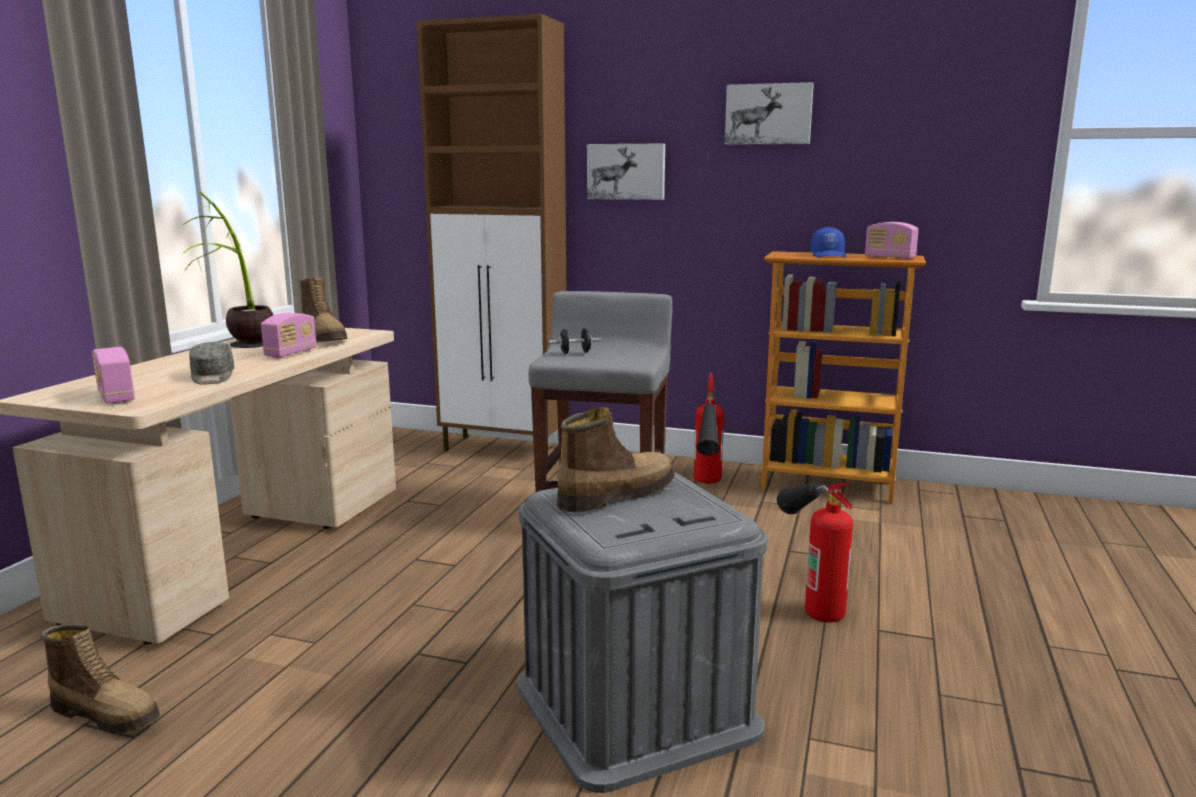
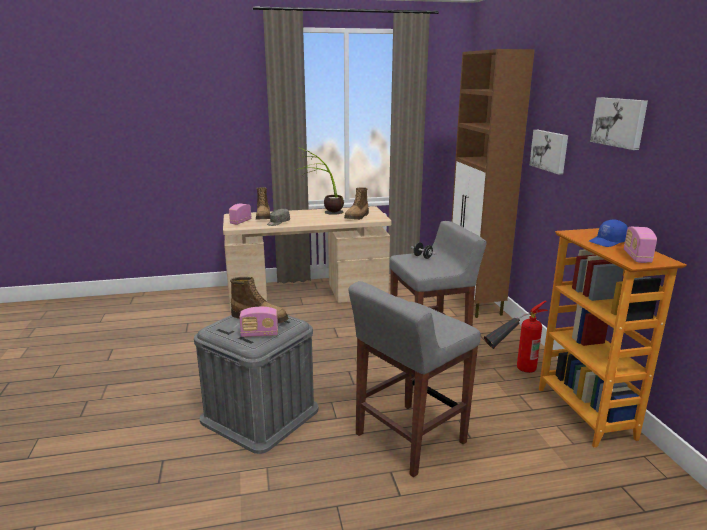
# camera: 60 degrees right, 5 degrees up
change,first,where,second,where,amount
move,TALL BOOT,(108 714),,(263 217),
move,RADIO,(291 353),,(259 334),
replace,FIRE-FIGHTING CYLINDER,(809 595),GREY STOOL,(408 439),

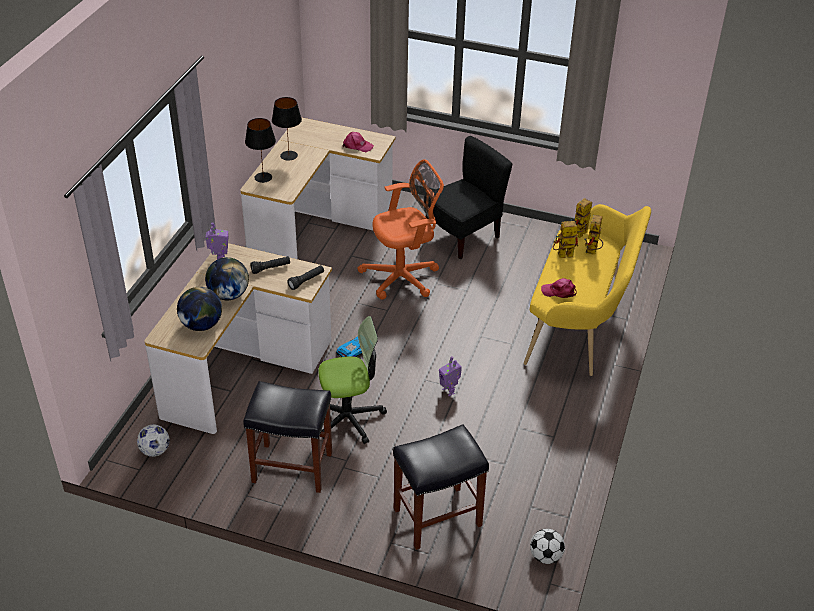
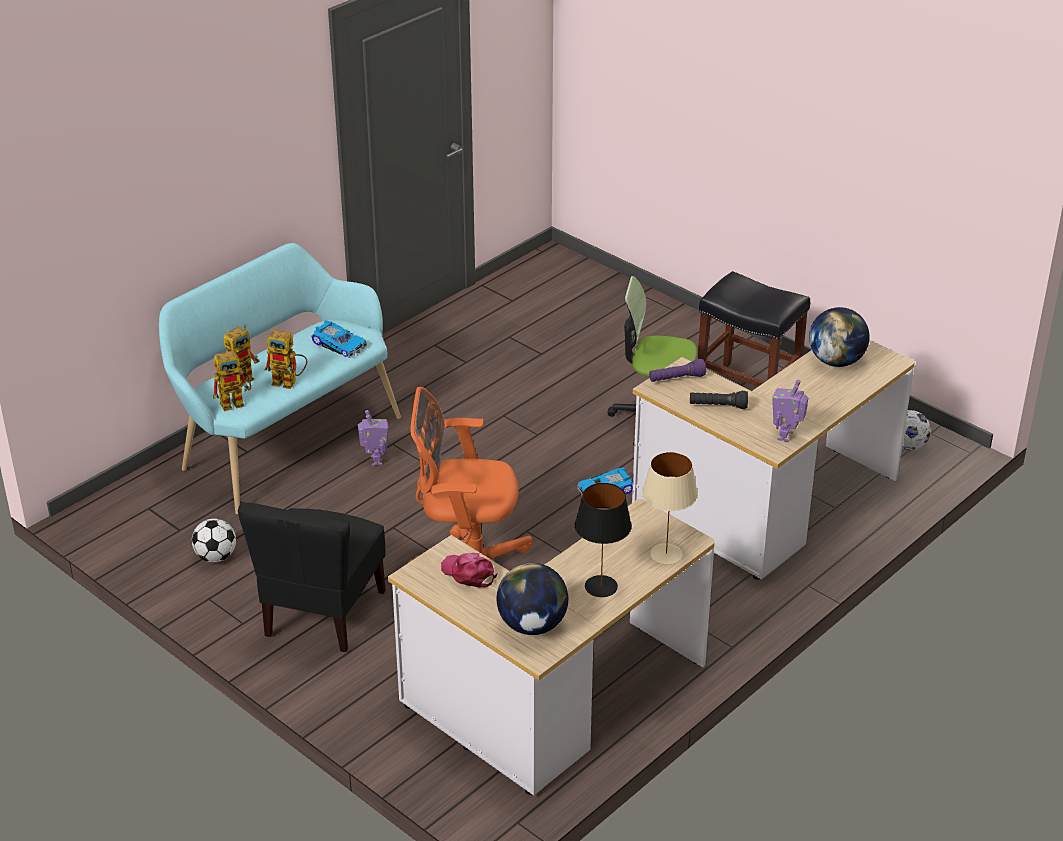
# camera: 155 degrees left, 5 degrees down
change,first,where,second,where,amount
move,DESK GLOBE,(228 295),,(532 625),
recolor,BLACK-COLOURED TABLE LAMP,(263 177),BEIGE TABLE LAMP,(666 554),
recolor,BLACK-COLOURED HAND TORCH,(306 281),PURPLE-COLOURED HAND TORCH,(676 379),
delete,BLACK-COLOURED STOOL,(438 516),,,
rotate,BLACK-COLOURED PLAIN CHAIR,(463 236),,(323 614),60 degrees counterclockwise
move,TOY ROBOT,(449 391),,(375 460),
recolor,YELLOWISH LONG SEAT,(580 325),TURQUOISE LONG SEAT,(284 441),
move,BALL FOR FOOTBALL,(545 556),,(216 557),
replace,PINK CAP,(559 291),MODEL CAR,(340 344),

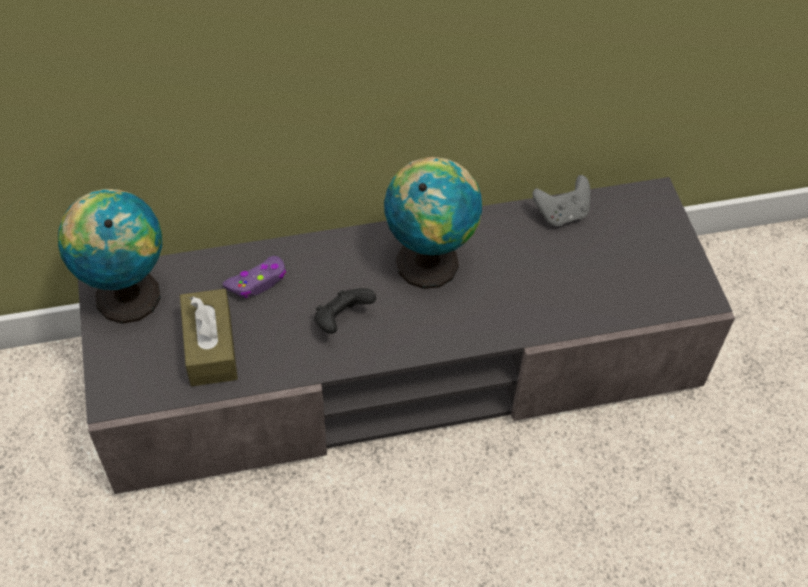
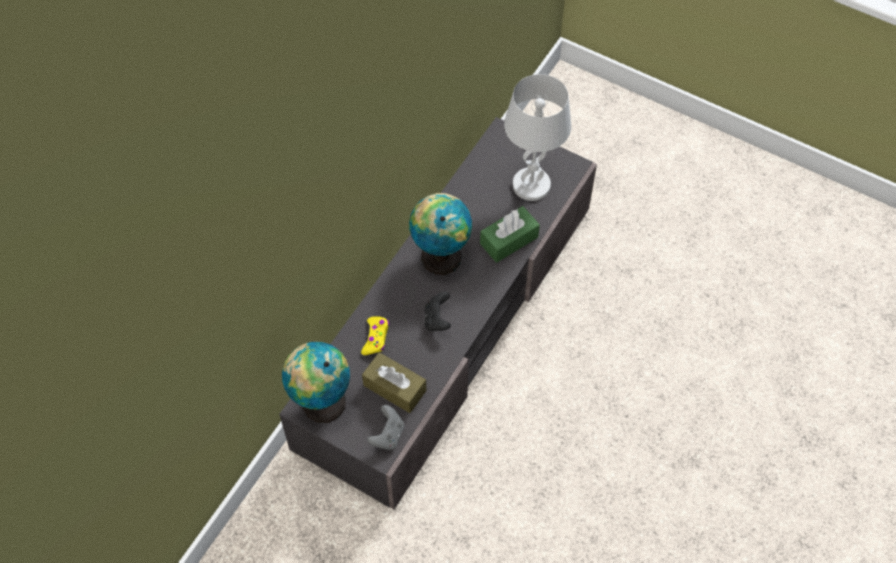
# camera: 45 degrees left, 5 degrees up
change,first,where,second,where,amount
recolor,PURPLE-COLOURED GAME CONTROLLER,(258 282),YELLOWISH GAME CONTROLLER,(376 338),
move,GREY GAME CONTROLLER,(561 214),,(387 435),
insert,,,GREENISH TISSUE BOX,(509 240),
insert,,,WHITE-COLOURED TABLE LAMP,(531 185),

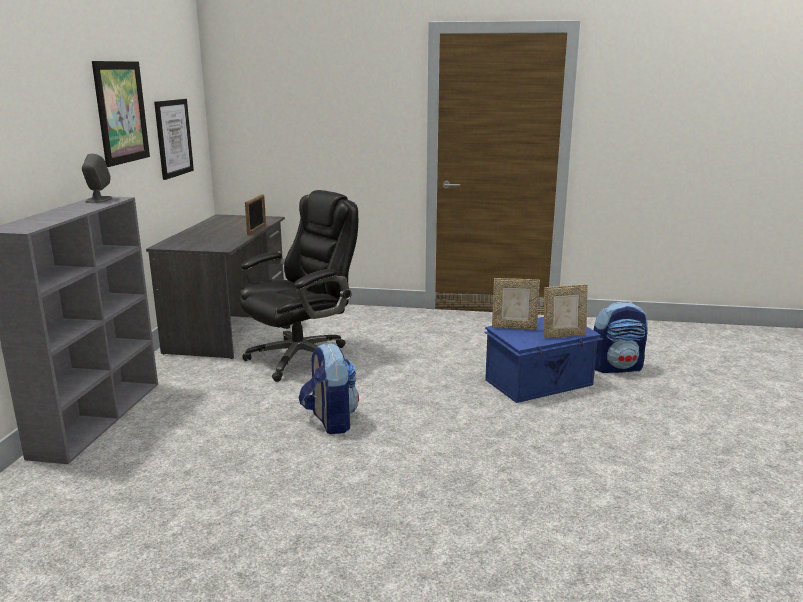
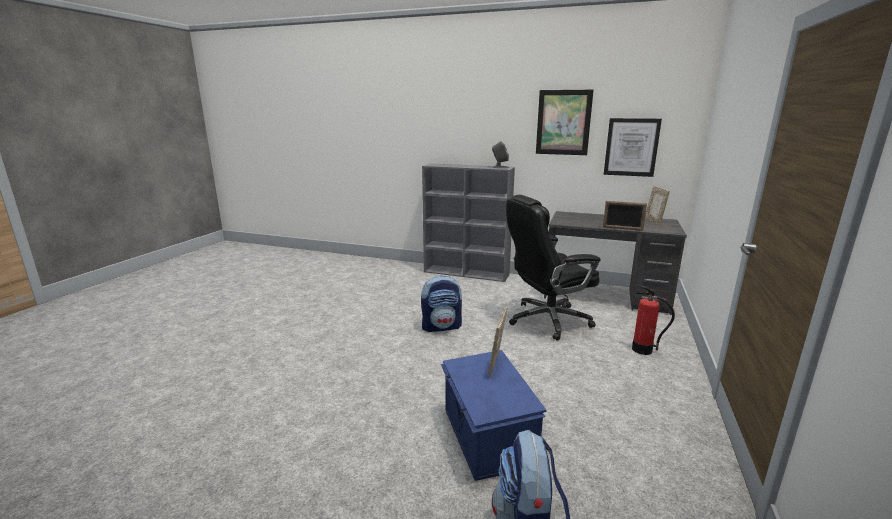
# camera: 100 degrees right, 0 degrees up
change,first,where,second,where,amount
rotate,BLACK-COLOURED COMPUTER CHAIR,(302 358),,(547 320),105 degrees clockwise
move,PHOTO FRAME,(563 335),,(654 221),
insert,,,FIRE-FIGHTING CYLINDER,(642 350),

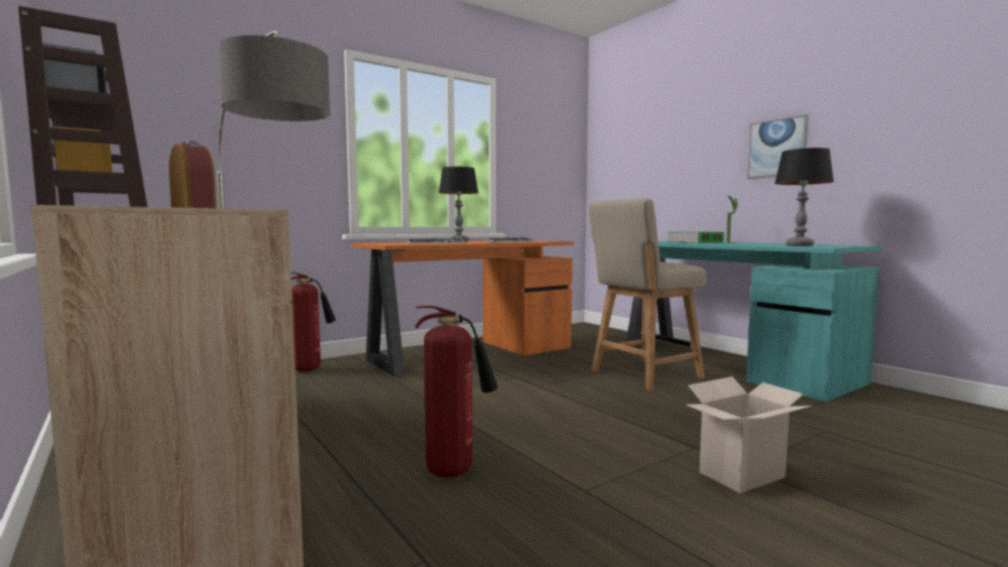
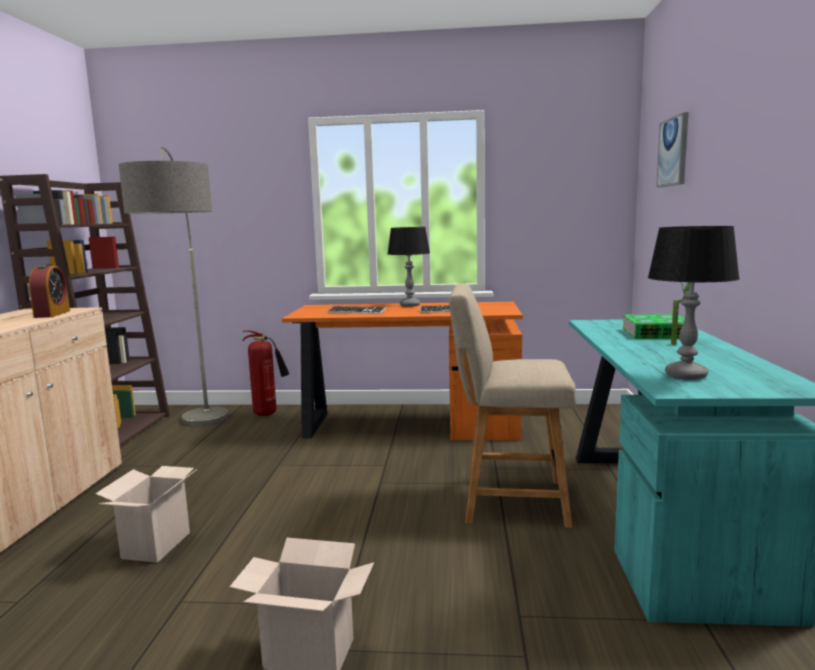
# camera: 40 degrees right, 5 degrees up
change,first,where,second,where,amount
replace,FIRE-FIGHTING CYLINDER,(454 471),PACKING BOX,(156 544),
move,WALL PICTURE,(777 148),,(673 152),

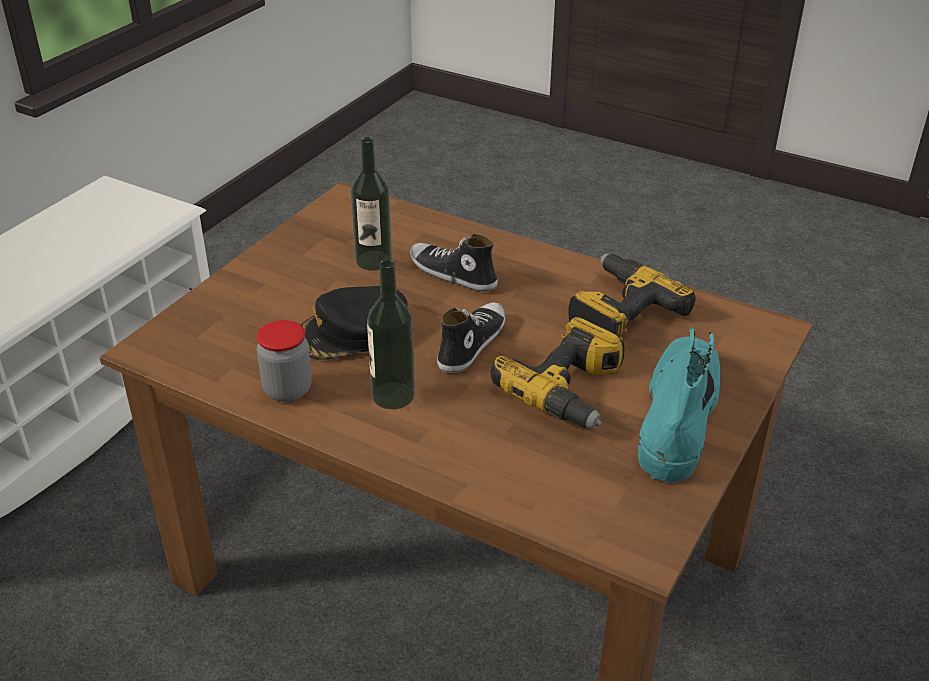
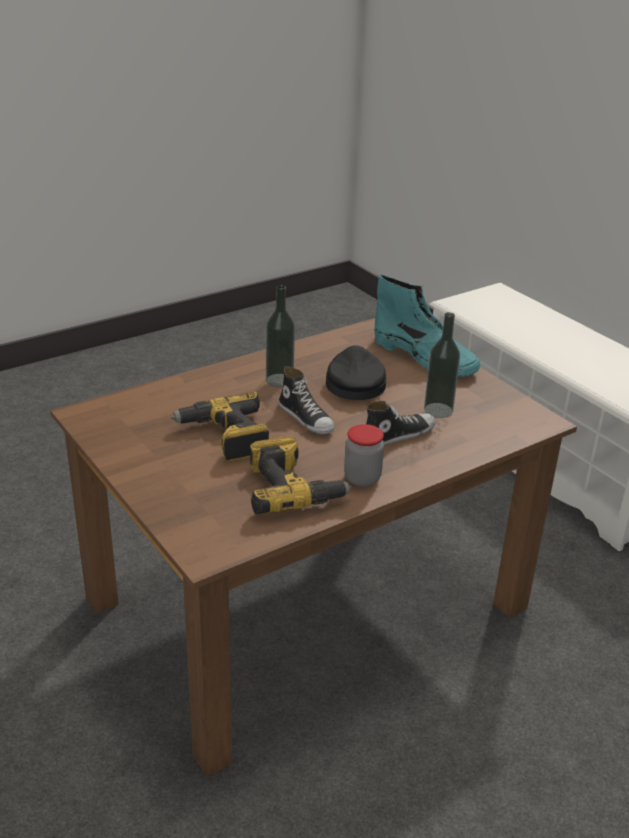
# camera: 115 degrees right, 5 degrees down
change,first,where,second,where,amount
move,PRESERVE JAR,(287 390),,(362 478),
move,TURQUOISE TALL BOOT,(678 414),,(425 358),

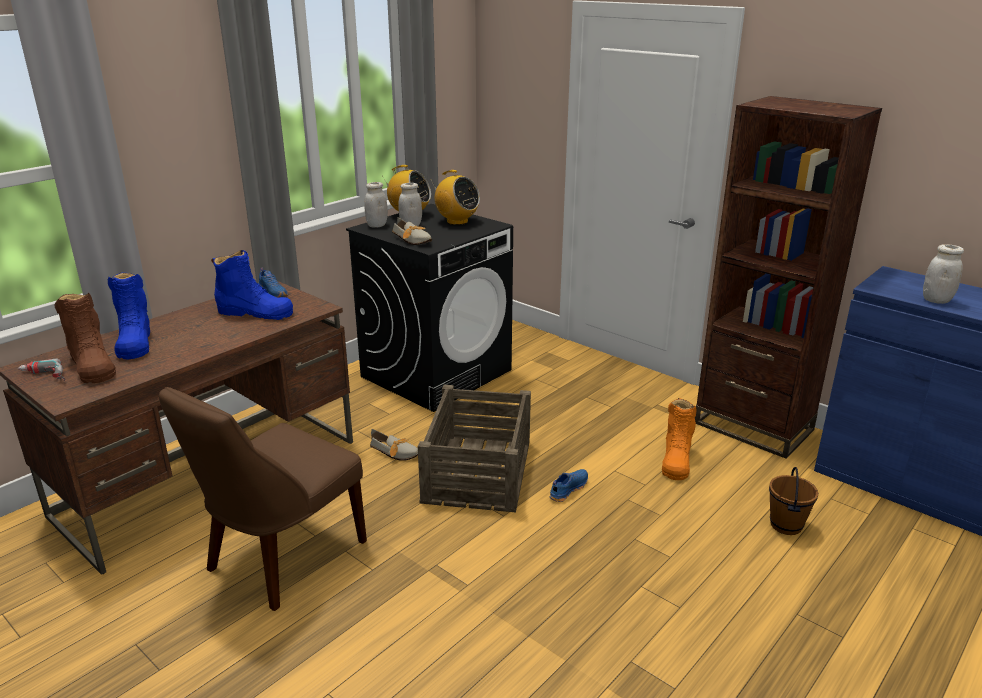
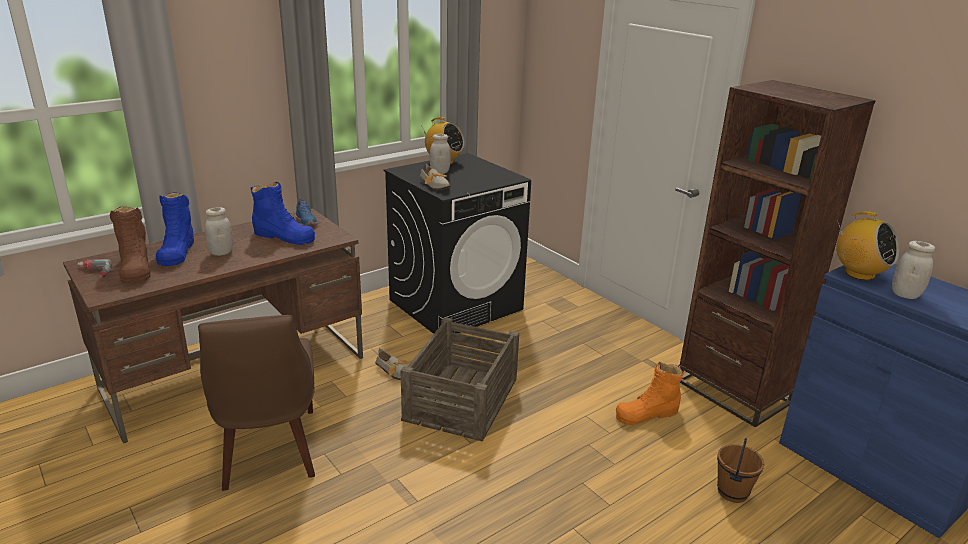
# camera: 10 degrees right, 0 degrees up
change,first,where,second,where,amount
rotate,BROWN-COLOURED PLAIN CHAIR,(281 558),,(269 452),60 degrees counterclockwise
move,WHITE-COLOURED PRESERVE JAR,(377 225),,(221 252),
move,RADIO,(457 221),,(859 274),
delete,BLUE-COLOURED SHOE,(567 489),,,
rotate,ORANGEY TALL BOOT,(676 460),,(647 414),45 degrees clockwise

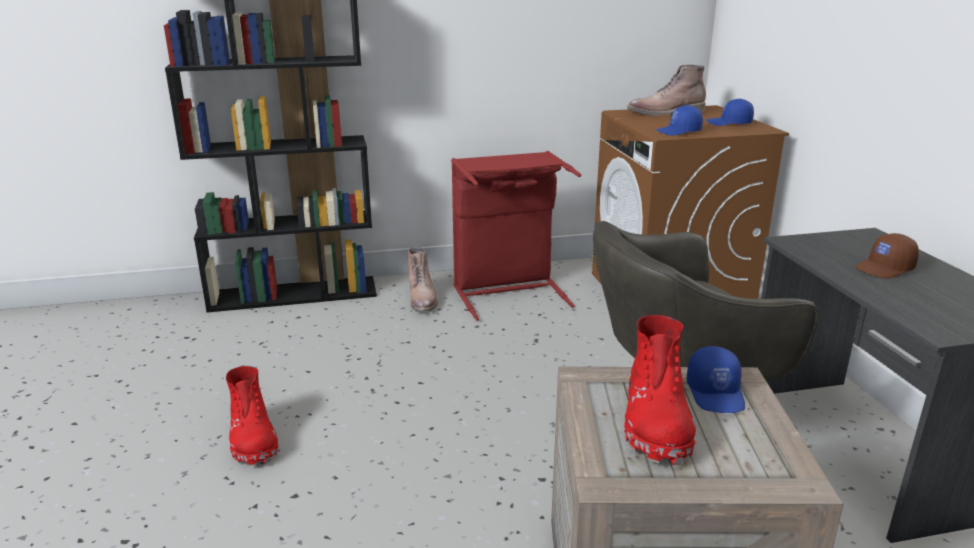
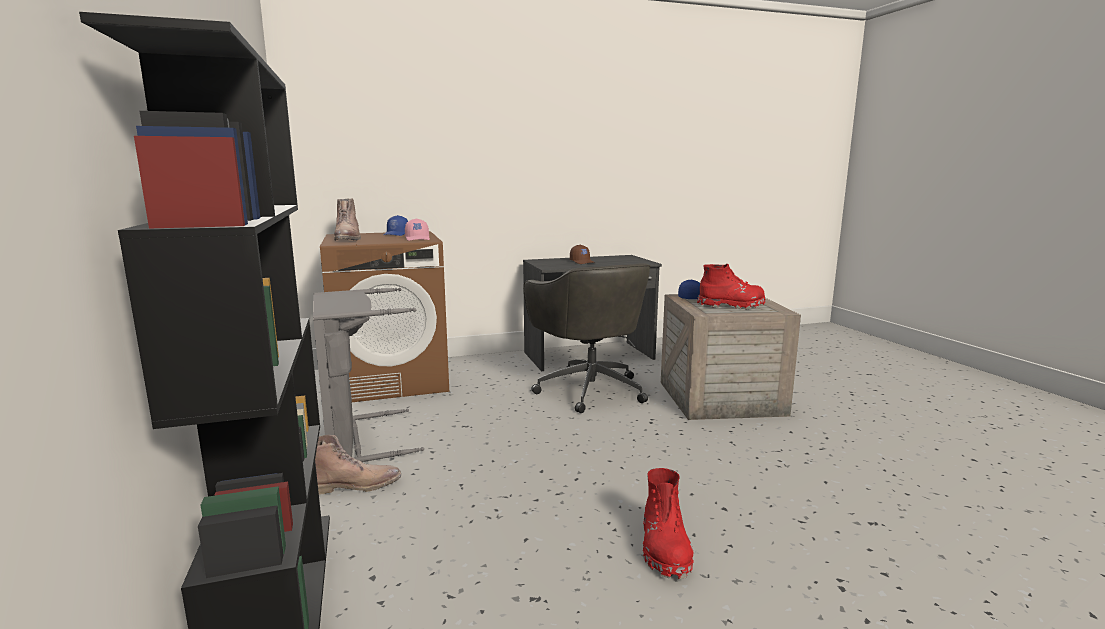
# camera: 95 degrees left, 10 degrees down
change,first,where,second,where,amount
rotate,RED TALL BOOT,(253 440),,(664 548),120 degrees clockwise
recolor,RED WASHING BASKET,(508 292),GREY WASHING BASKET,(358 439),
recolor,BLUE-COLOURED CAP,(679 131),PINK CAP,(418 239),

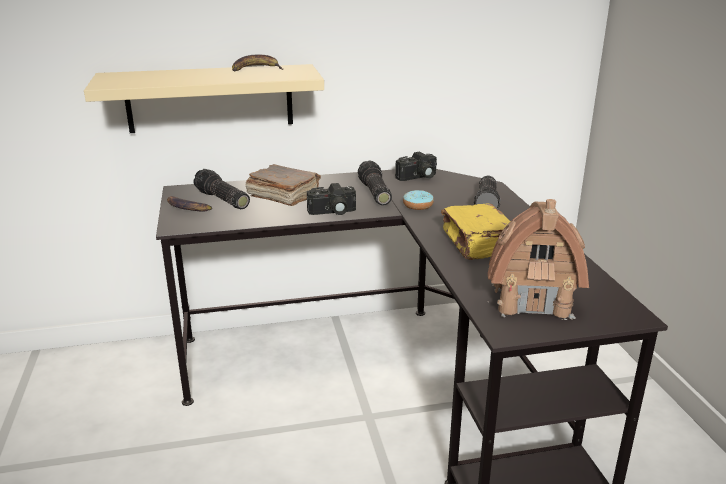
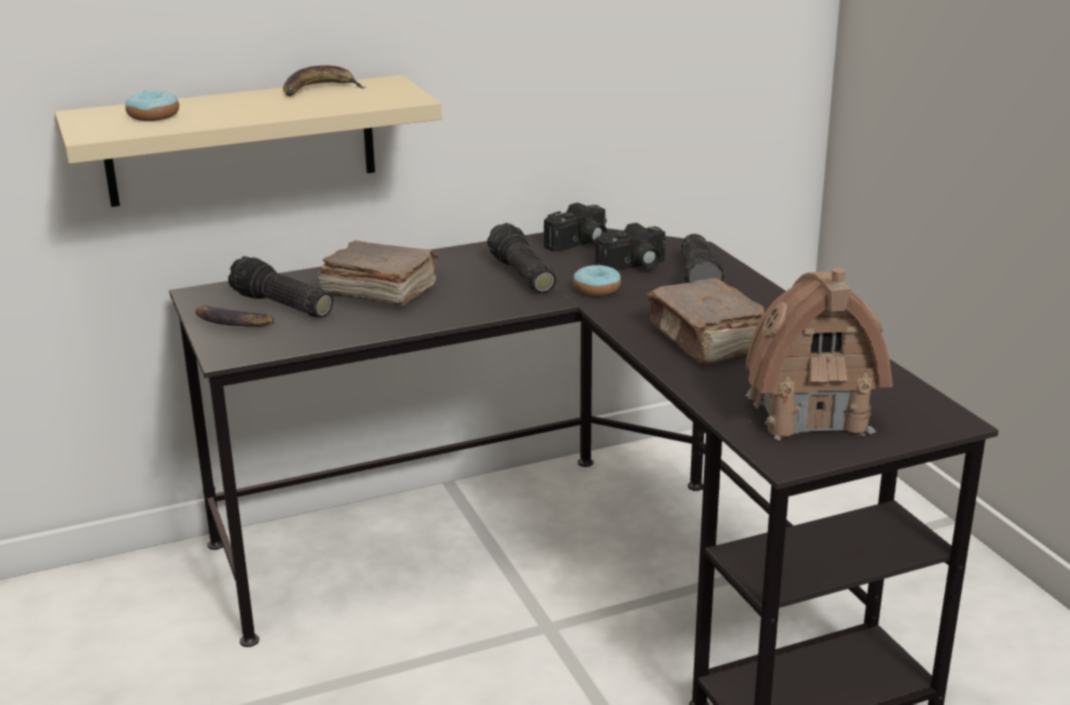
# camera: 10 degrees left, 0 degrees up
change,first,where,second,where,amount
move,STILL CAMERA,(332 212),,(633 266),
recolor,YELLOWISH BOUND BOOK,(477 244),BROWN-COLOURED BOUND BOOK,(707 340),
insert,,,DONUT,(153 116),

